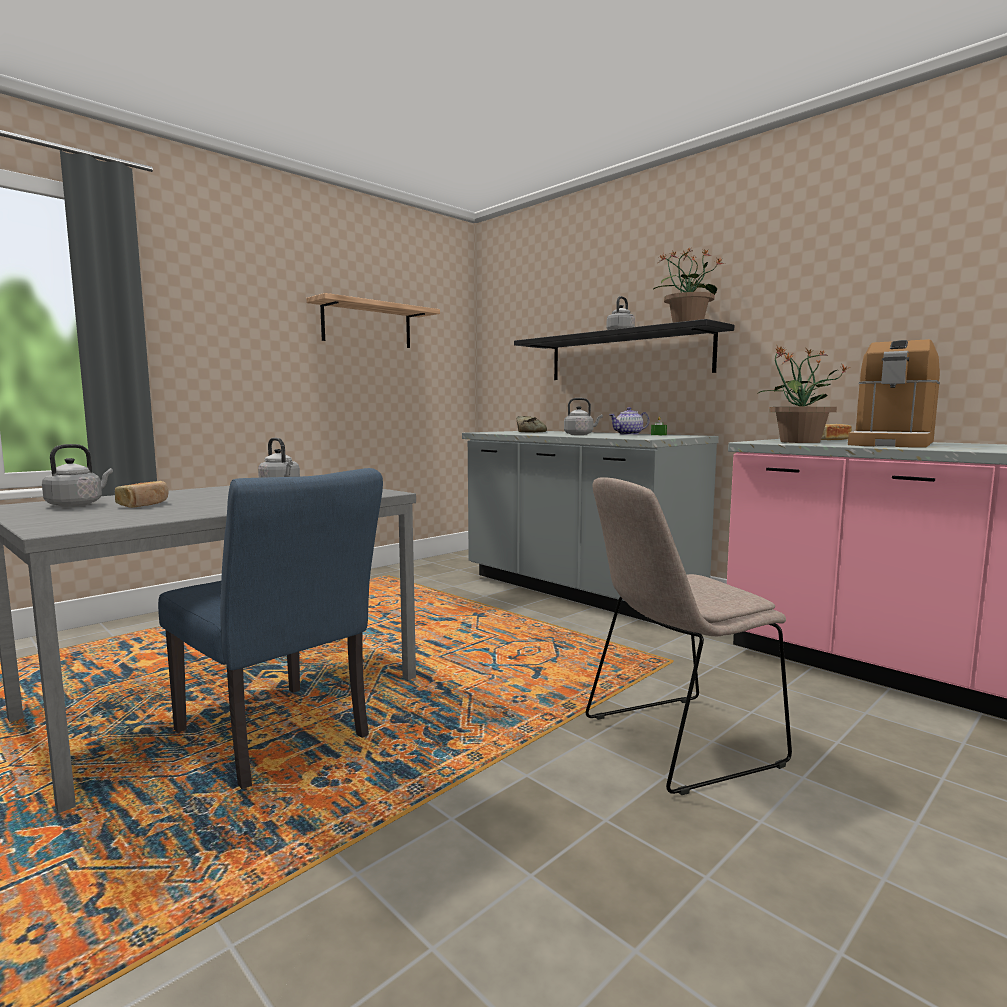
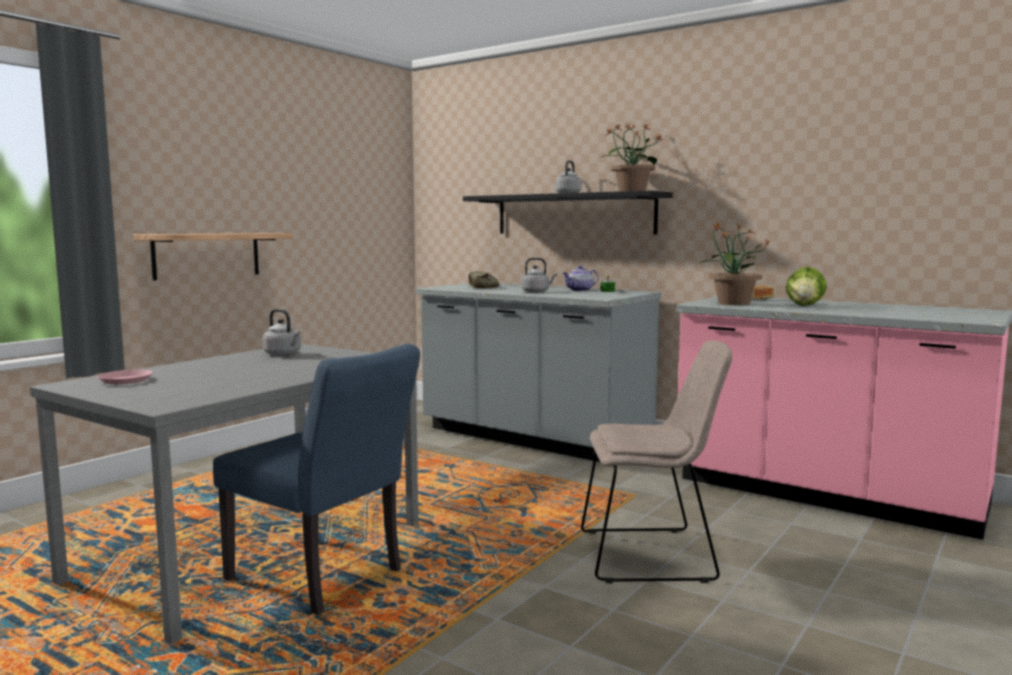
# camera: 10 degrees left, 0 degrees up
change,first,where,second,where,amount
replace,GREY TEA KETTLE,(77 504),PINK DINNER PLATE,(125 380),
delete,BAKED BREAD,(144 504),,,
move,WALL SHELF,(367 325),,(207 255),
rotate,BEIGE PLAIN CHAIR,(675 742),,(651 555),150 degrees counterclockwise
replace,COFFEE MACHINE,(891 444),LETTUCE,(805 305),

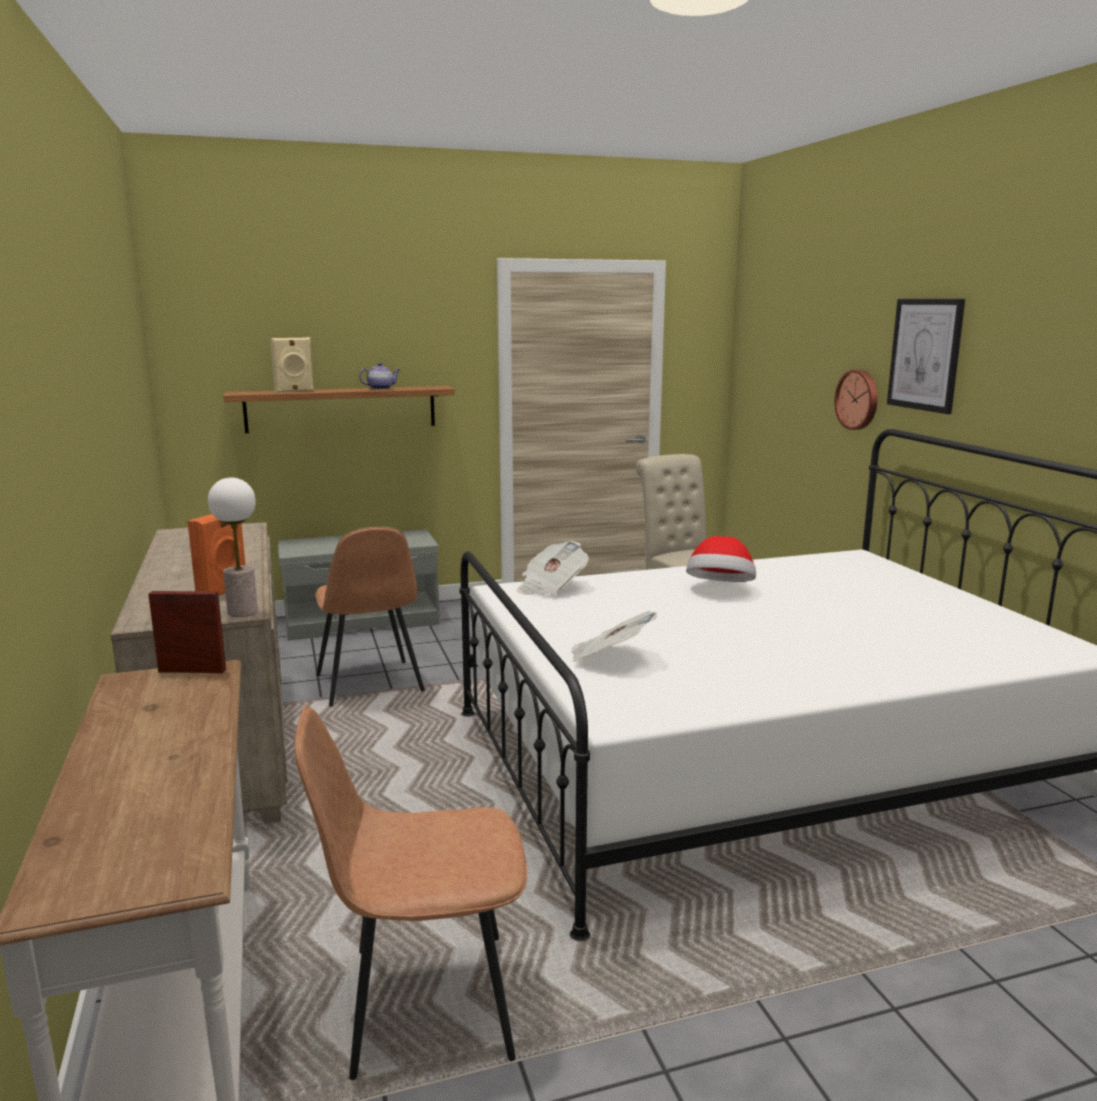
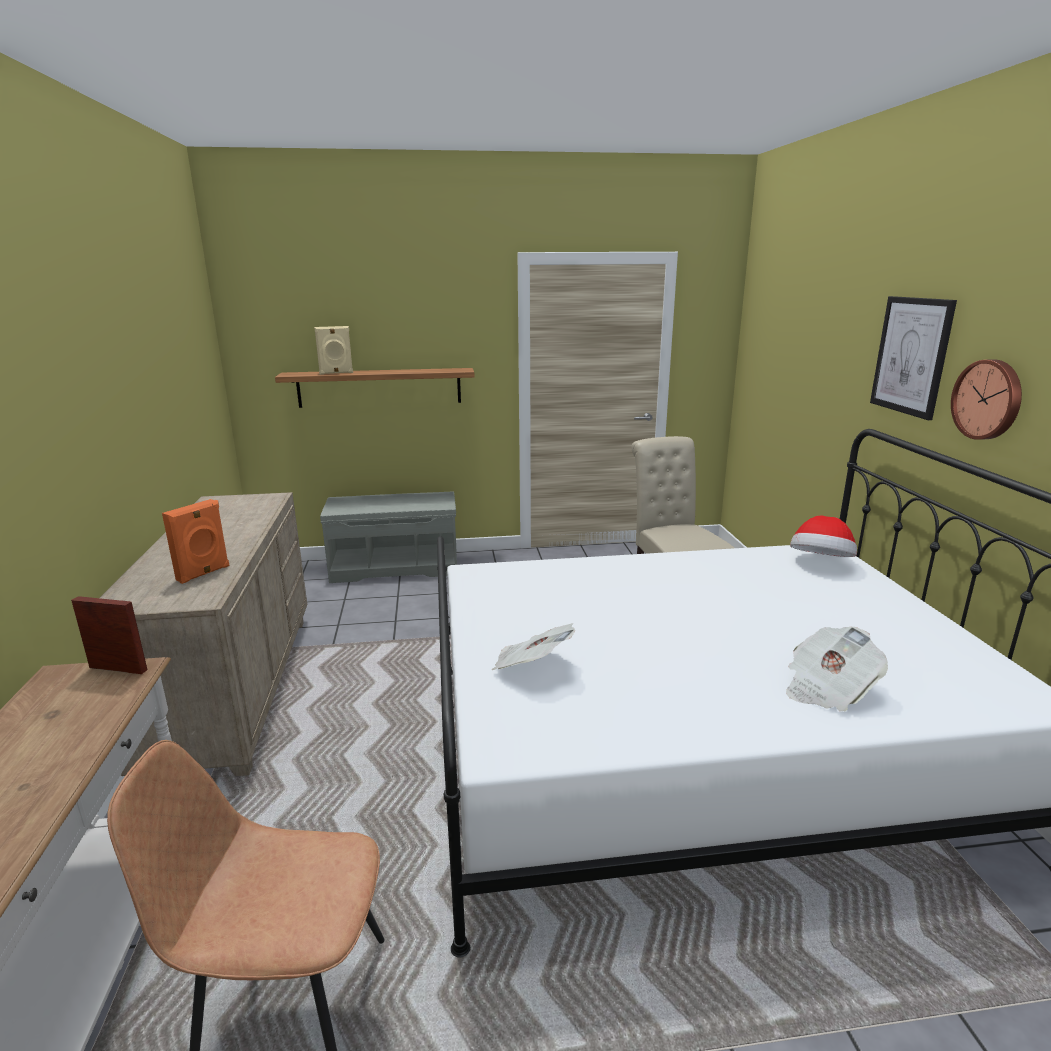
# camera: 10 degrees right, 5 degrees up
change,first,where,second,where,amount
delete,TABLE LAMP,(242 612),,,
delete,BROWN-COLOURED PLAIN CHAIR,(369 684),,,
delete,TEAPOT,(381 388),,,
move,DAILY PAPER,(550 587),,(827 689),
move,HAT,(720 589),,(820 563),
move,WALL CLOCK,(858 399),,(988 399),

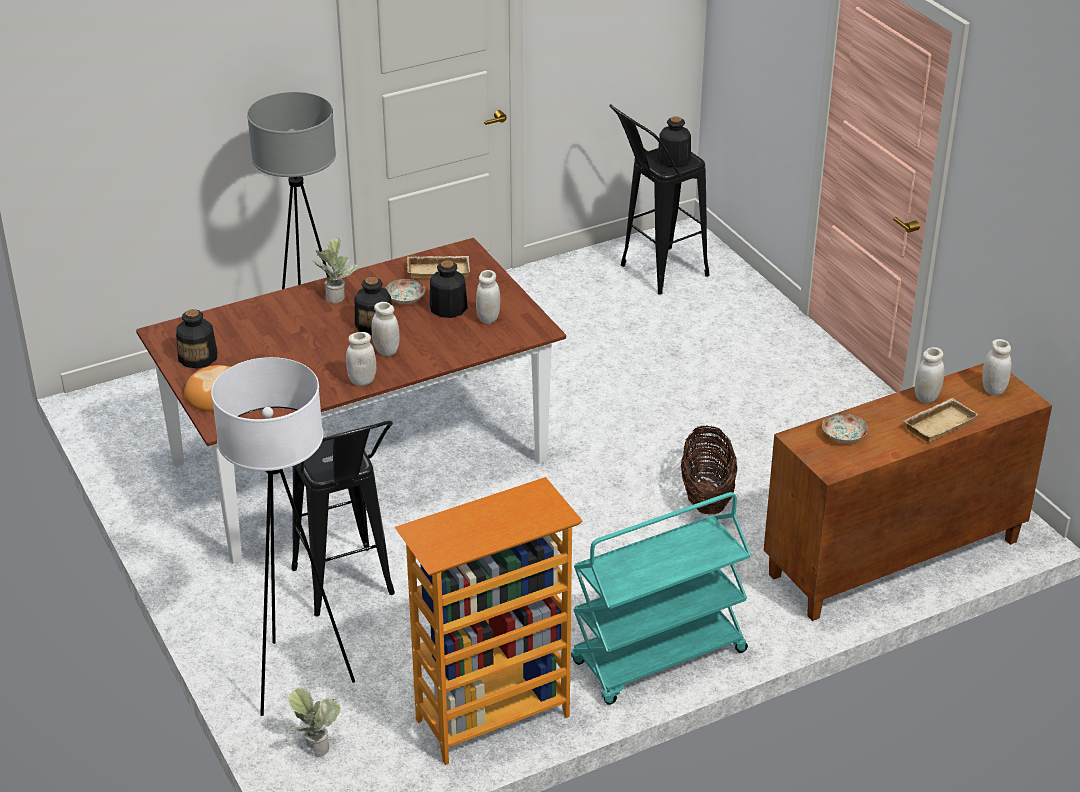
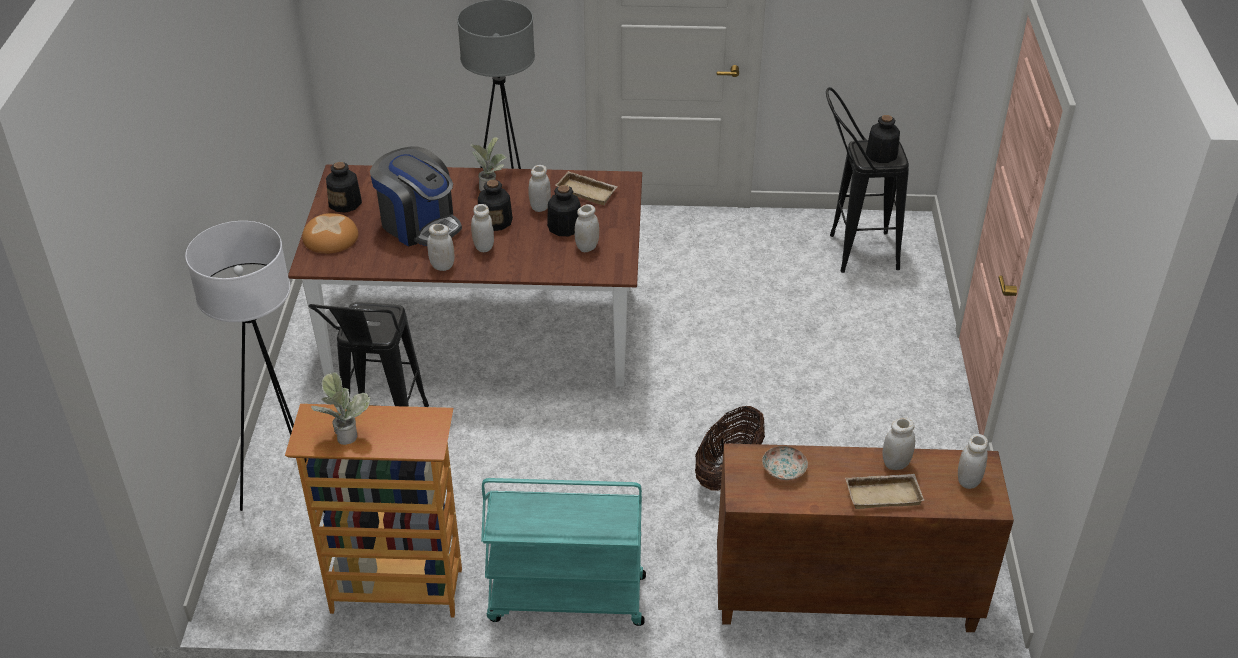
# camera: 30 degrees right, 5 degrees up
change,first,where,second,where,amount
move,HOUSEPLANT,(314 746),,(345 433),
replace,DINNER PLATE,(406 298),WHITE-COLOURED PRESERVE JAR,(540 207),
insert,,,COFFEE MACHINE,(419 224),

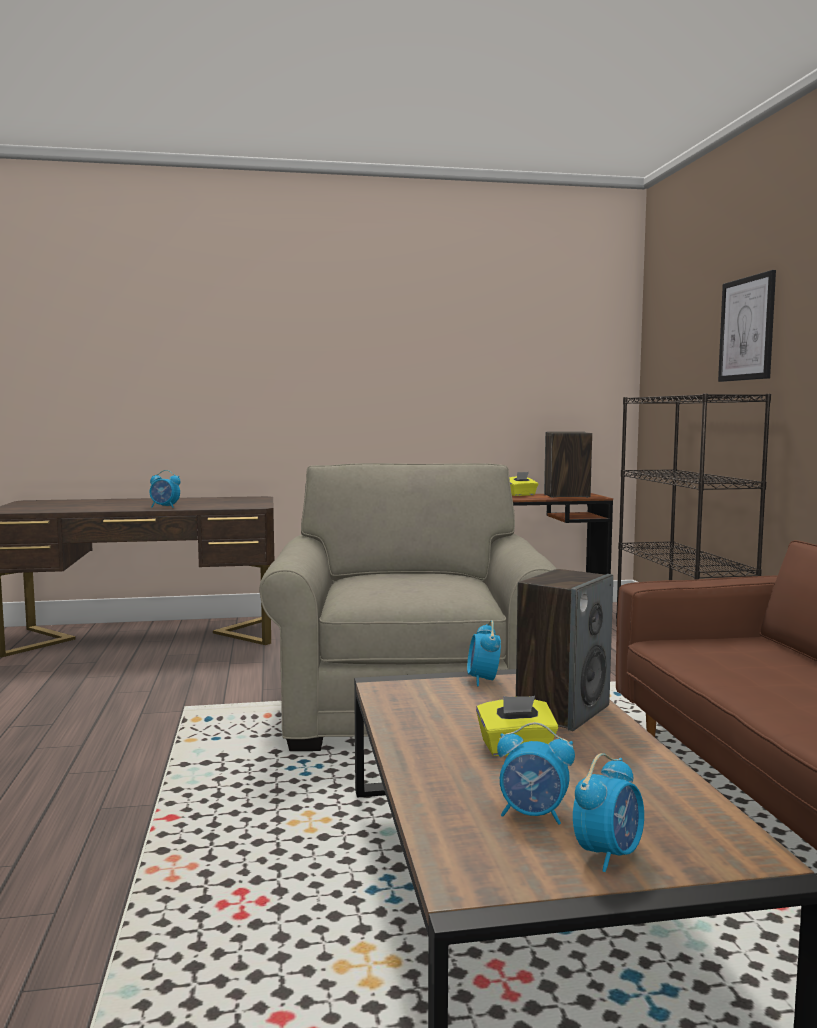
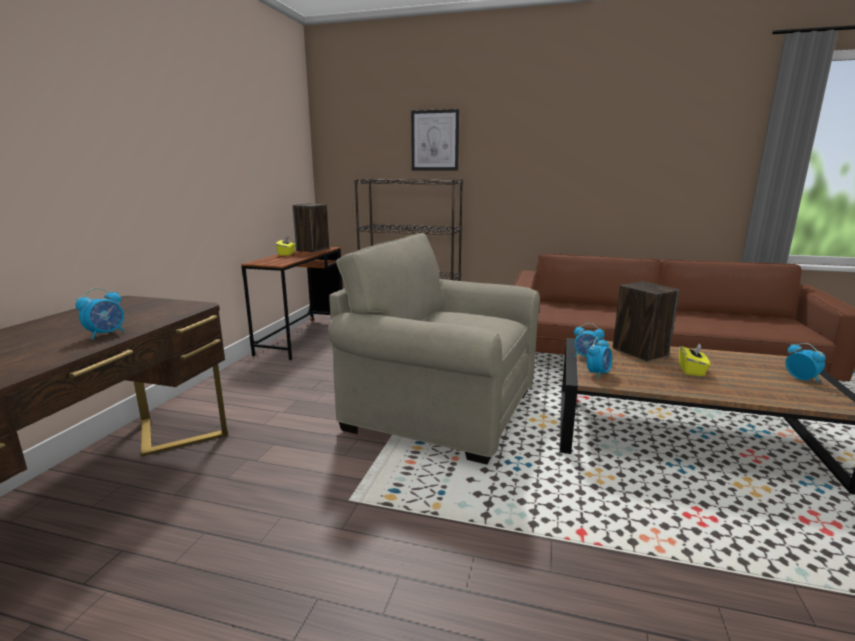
# camera: 65 degrees left, 10 degrees up
change,first,where,second,where,amount
move,BEDSIDE CLOCK,(533 815),,(598 373),

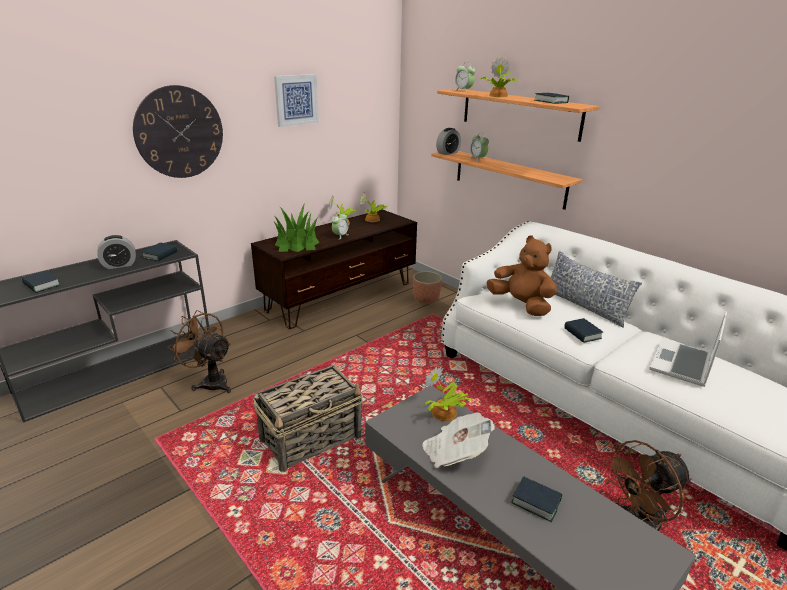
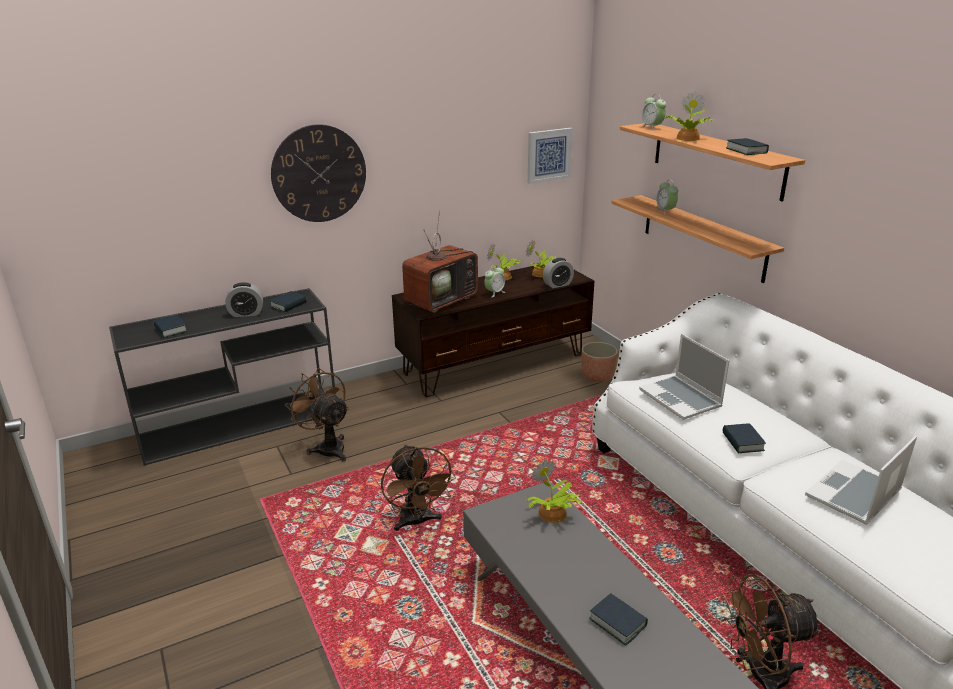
# camera: 15 degrees right, 0 degrees up
change,first,where,second,where,amount
replace,STORAGE BASKET,(312 438),BROWN-COLOURED ELECTRIC FAN,(417 522),
replace,HOUSEPLANT,(296 244),TELEVISION,(441 300),
move,WALL PICTURE,(296 100),,(549 155),
delete,DAILY PAPER,(455 453),,,
move,BEDSIDE CLOCK,(448 153),,(557 285),
replace,BROWN-COLOURED PLUSH TOY,(521 305),NOTEBOOK COMPUTER,(681 399),
delete,THROW PILLOW,(584 305),,,

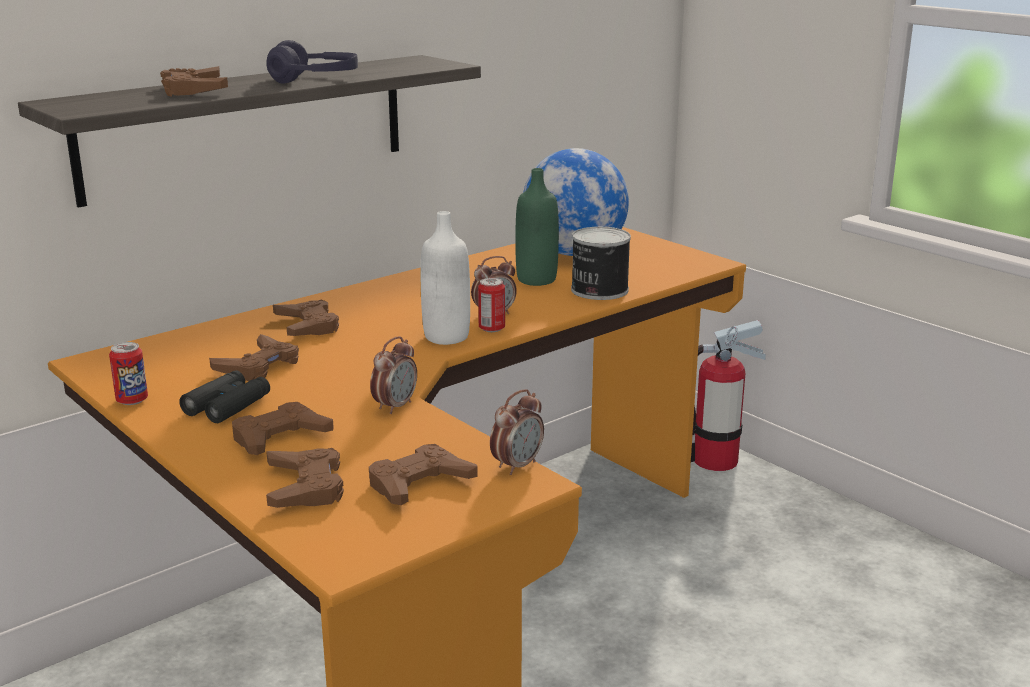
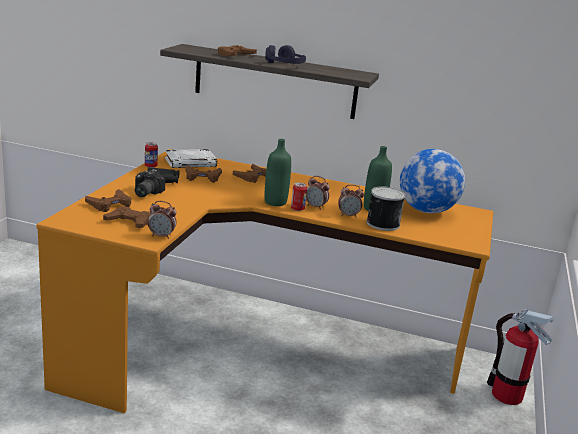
# camera: 55 degrees right, 0 degrees up
change,first,where,second,where,amount
replace,BROWN-COLOURED GAME CONTROLLER,(280 437),STILL CAMERA,(145 193),
move,BEDSIDE CLOCK,(395 406),,(348 215),
recolor,WHITE-COLOURED BOTTLE,(446 337),GREENISH BOTTLE,(275 202),
insert,,,WHITE-COLOURED BOUND BOOK,(191 162),

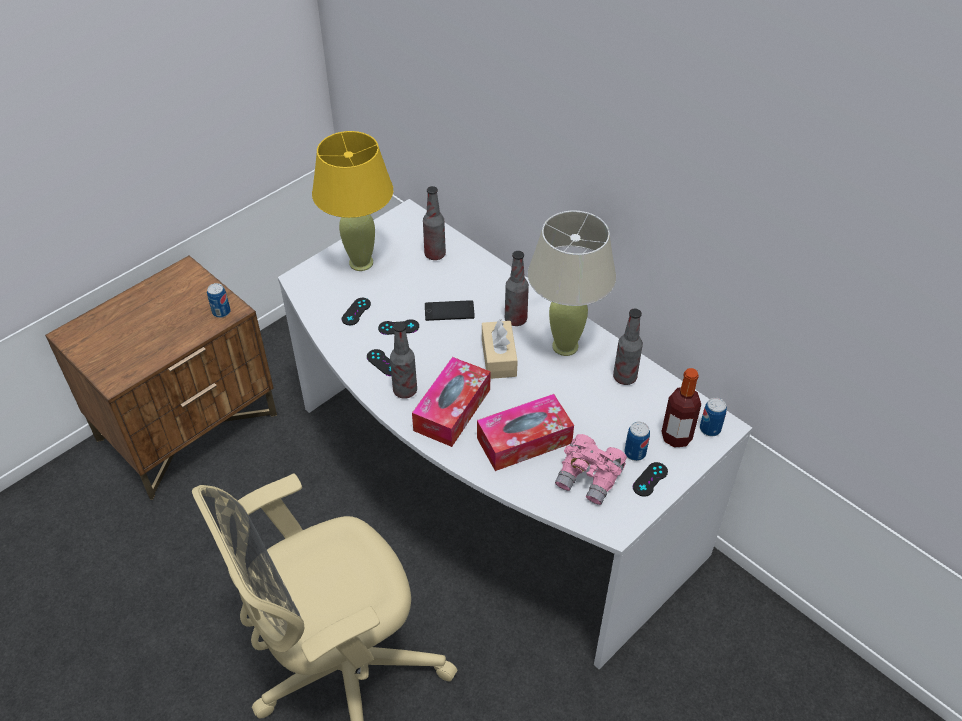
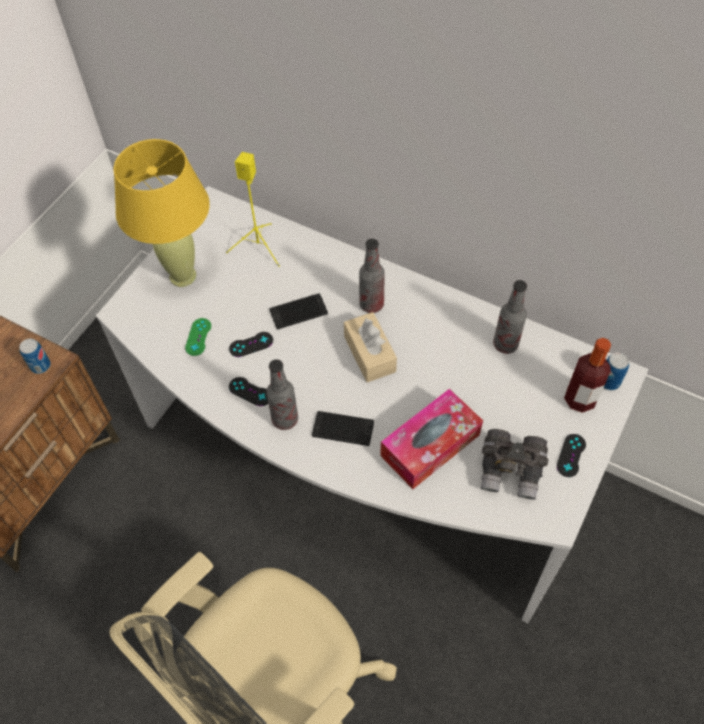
# camera: 15 degrees left, 10 degrees up
change,first,where,second,where,amount
recolor,BLACK-COLOURED GAME CONTROLLER,(356 311),GREENISH GAME CONTROLLER,(198 337),
replace,TISSUE BOX,(452 410),PHONE,(343 429),
replace,BOTTLE,(435 254),YELLOWISH AUDIO SPEAKER,(259 247),
delete,BEIGE TABLE LAMP,(564 346),,,
recolor,PINK BINOCULARS,(589 478),GREY BINOCULARS,(511 470),
delete,SEALED CAN,(635 453),,,

